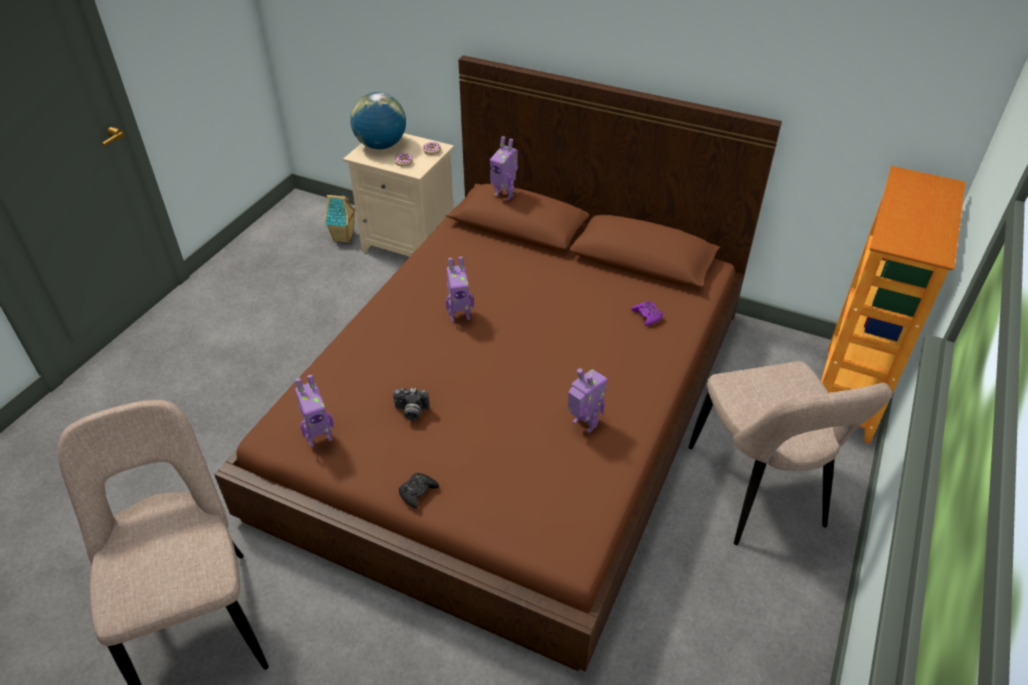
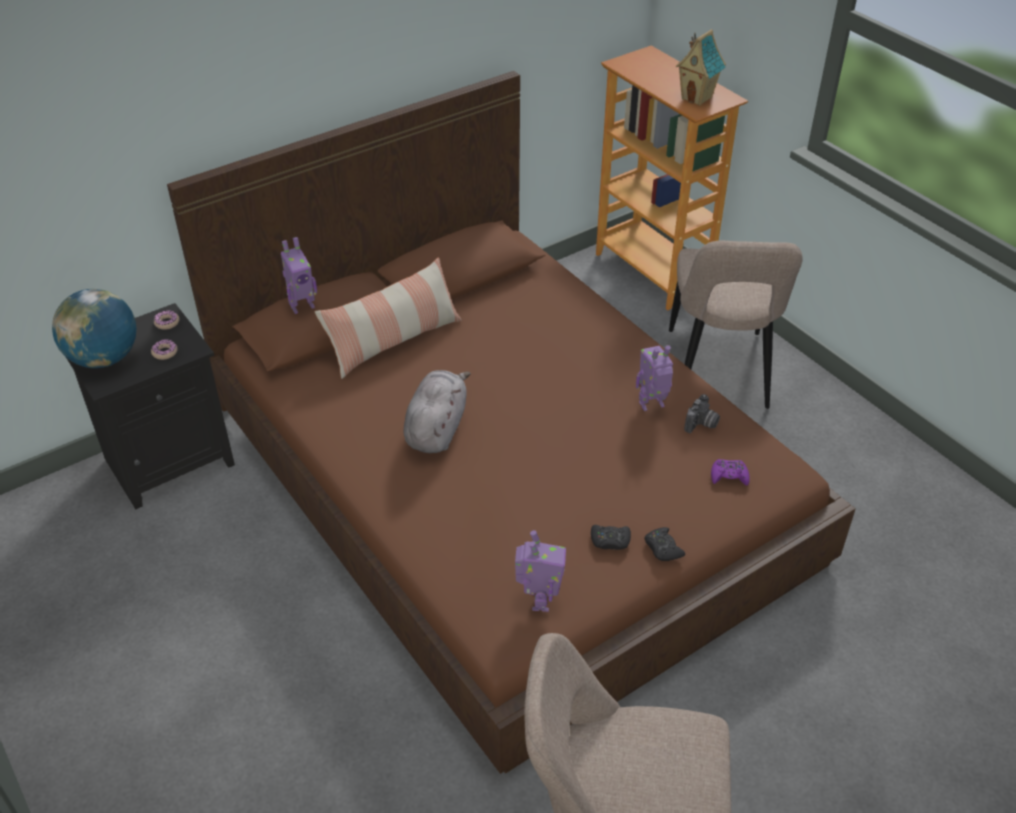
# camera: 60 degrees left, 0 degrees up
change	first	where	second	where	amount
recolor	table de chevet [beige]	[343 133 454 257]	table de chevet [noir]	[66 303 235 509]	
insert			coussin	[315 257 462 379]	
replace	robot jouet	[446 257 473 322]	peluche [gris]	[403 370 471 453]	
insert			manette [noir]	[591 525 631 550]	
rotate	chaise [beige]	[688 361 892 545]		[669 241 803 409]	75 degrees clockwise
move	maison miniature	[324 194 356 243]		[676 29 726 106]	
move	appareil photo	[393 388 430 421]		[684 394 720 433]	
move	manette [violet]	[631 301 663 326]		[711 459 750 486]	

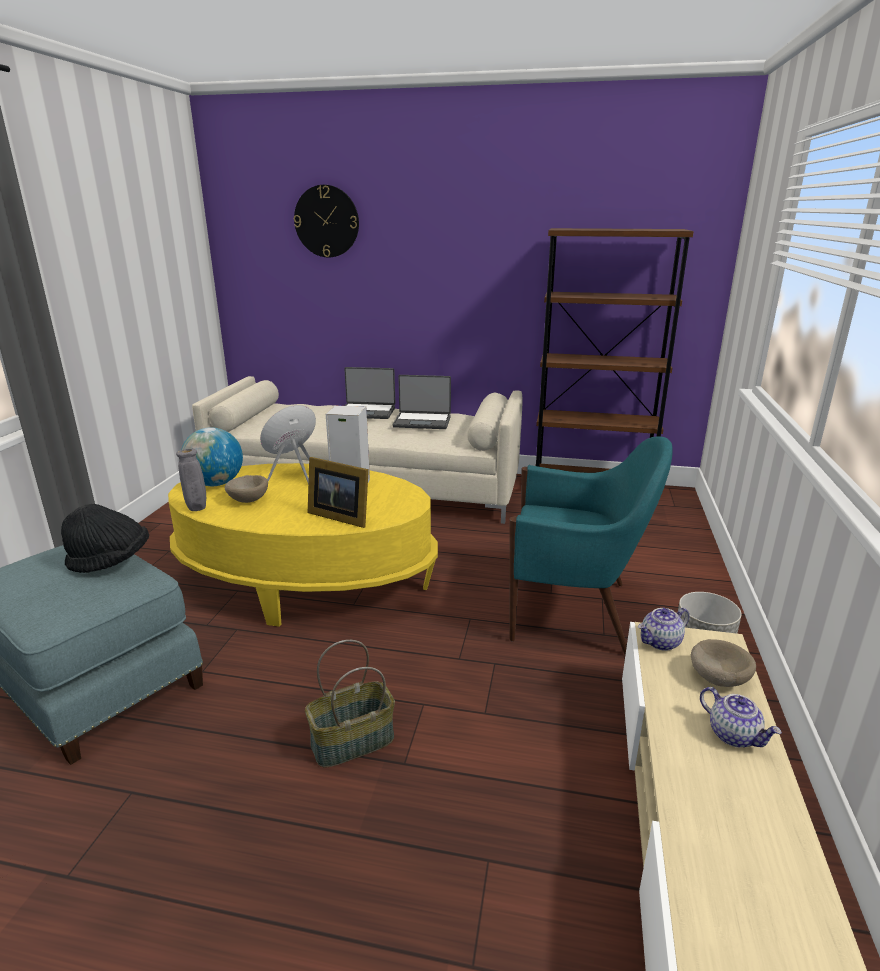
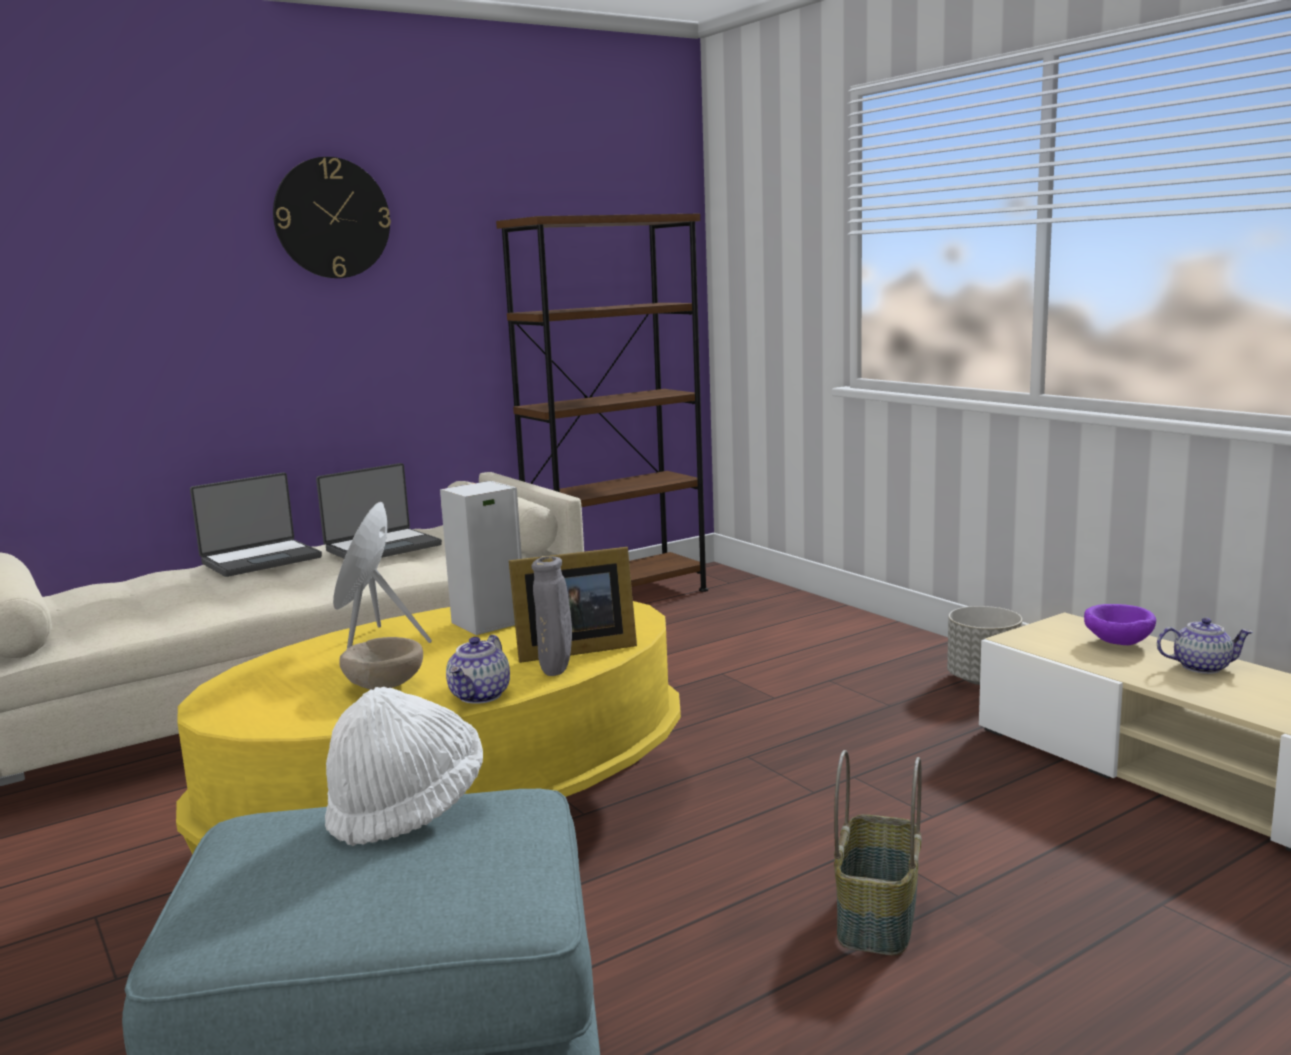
# camera: 45 degrees left, 10 degrees down
change	first	where	second	where	amount
move	horloge murale	[294 185 359 257]		[273 157 391 278]	
recolor	chapeau [noir]	[61 504 149 573]	chapeau [blanc]	[325 687 483 846]	
move	théière	[638 608 689 651]		[446 635 510 704]	
move	vase [gris]	[176 449 206 511]		[531 556 572 676]	
recolor	bol [beige]	[691 639 756 687]	bol [violet]	[1084 604 1156 645]	
delete	globe	[181 427 243 486]			
delete	fauteuil [turquoise]	[509 436 673 655]			

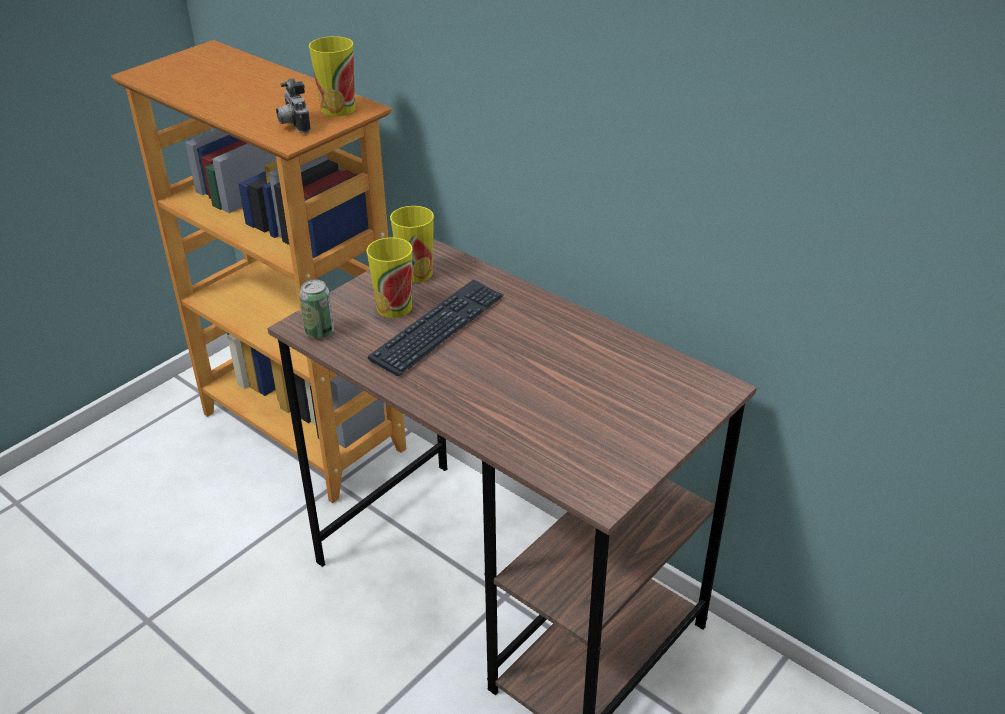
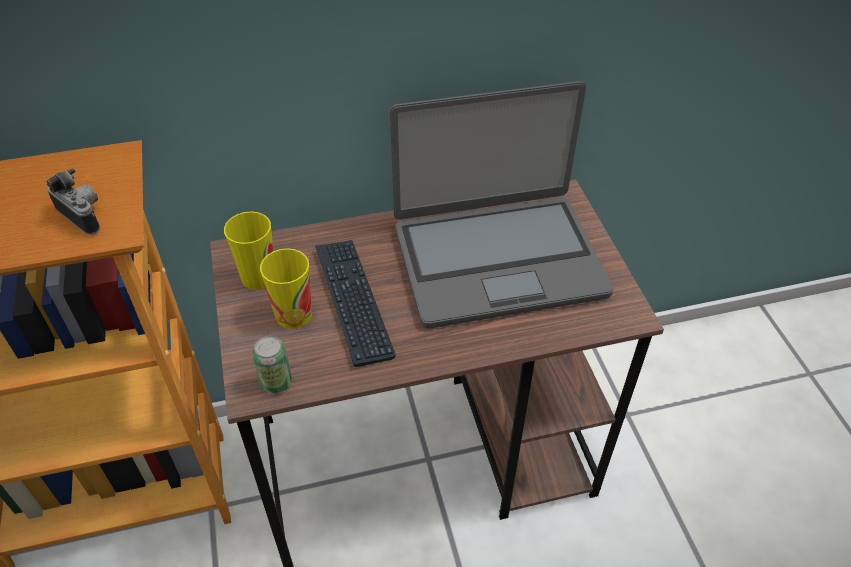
# camera: 55 degrees left, 10 degrees up
change	first	where	second	where	amount
rotate	appareil photo	[276 78 311 133]		[46 168 100 235]	150 degrees counterclockwise
insert			ordinateur portable	[390 81 613 328]	
delete	tasse	[309 36 355 116]			

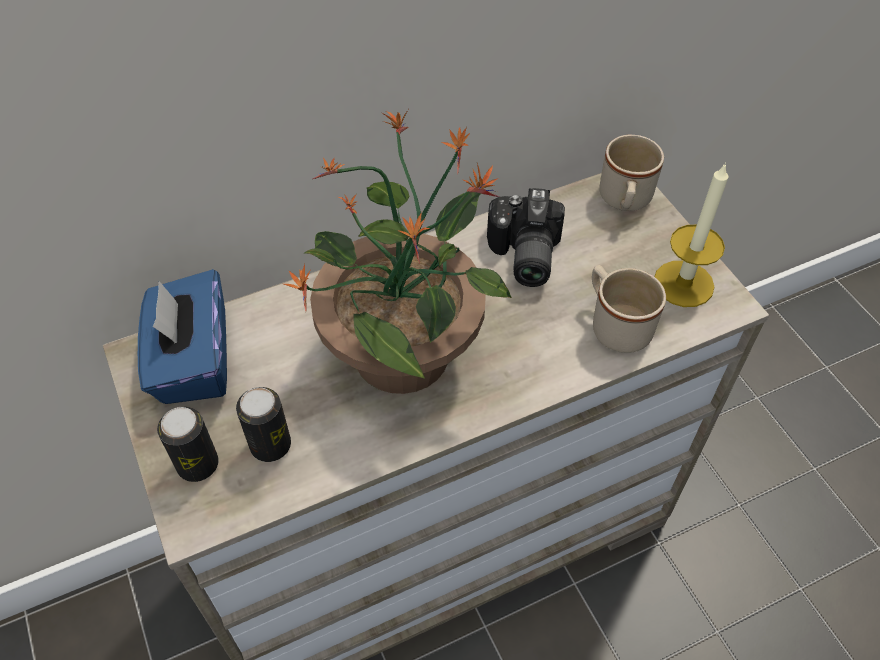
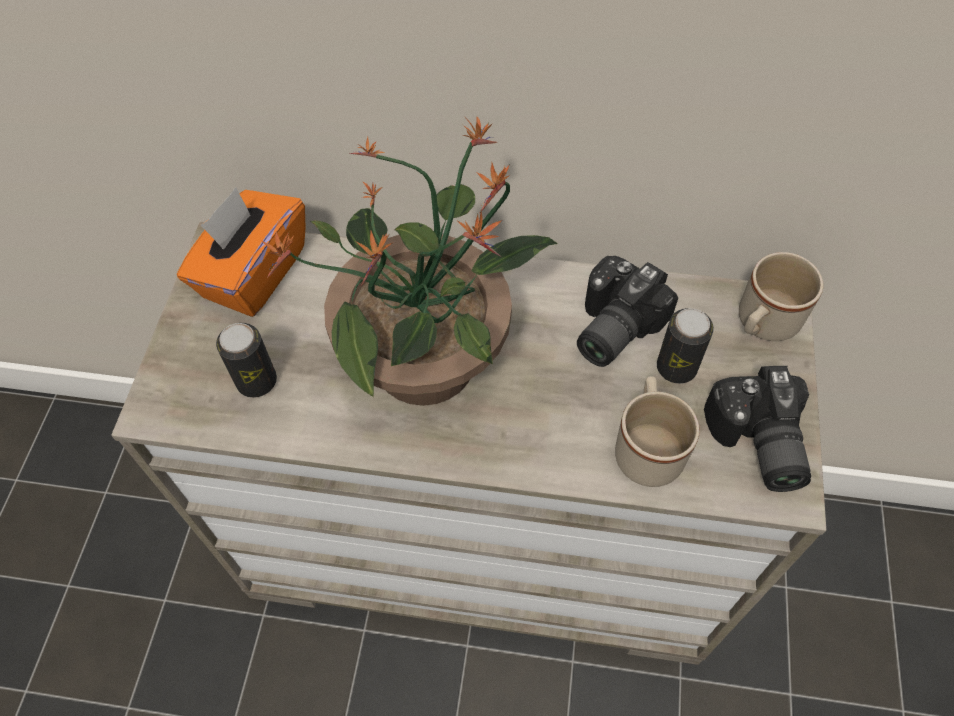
# camera: 35 degrees right, 5 degrees up
change	first	where	second	where	amount
recolor	boîte à mouchoirs [bleu]	[138 269 227 404]	boîte à mouchoirs [orange]	[177 187 306 317]	
move	boîte métallique	[157 406 218 482]		[657 308 714 384]	
replace	bougie	[655 162 729 307]	appareil photo	[704 366 811 492]	

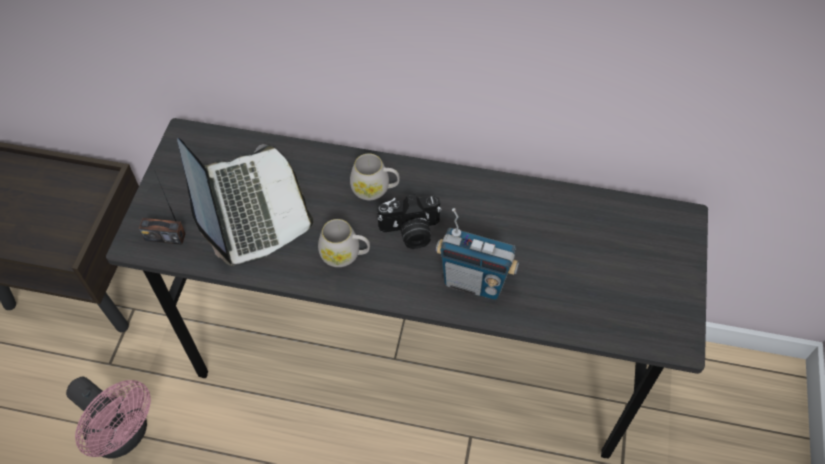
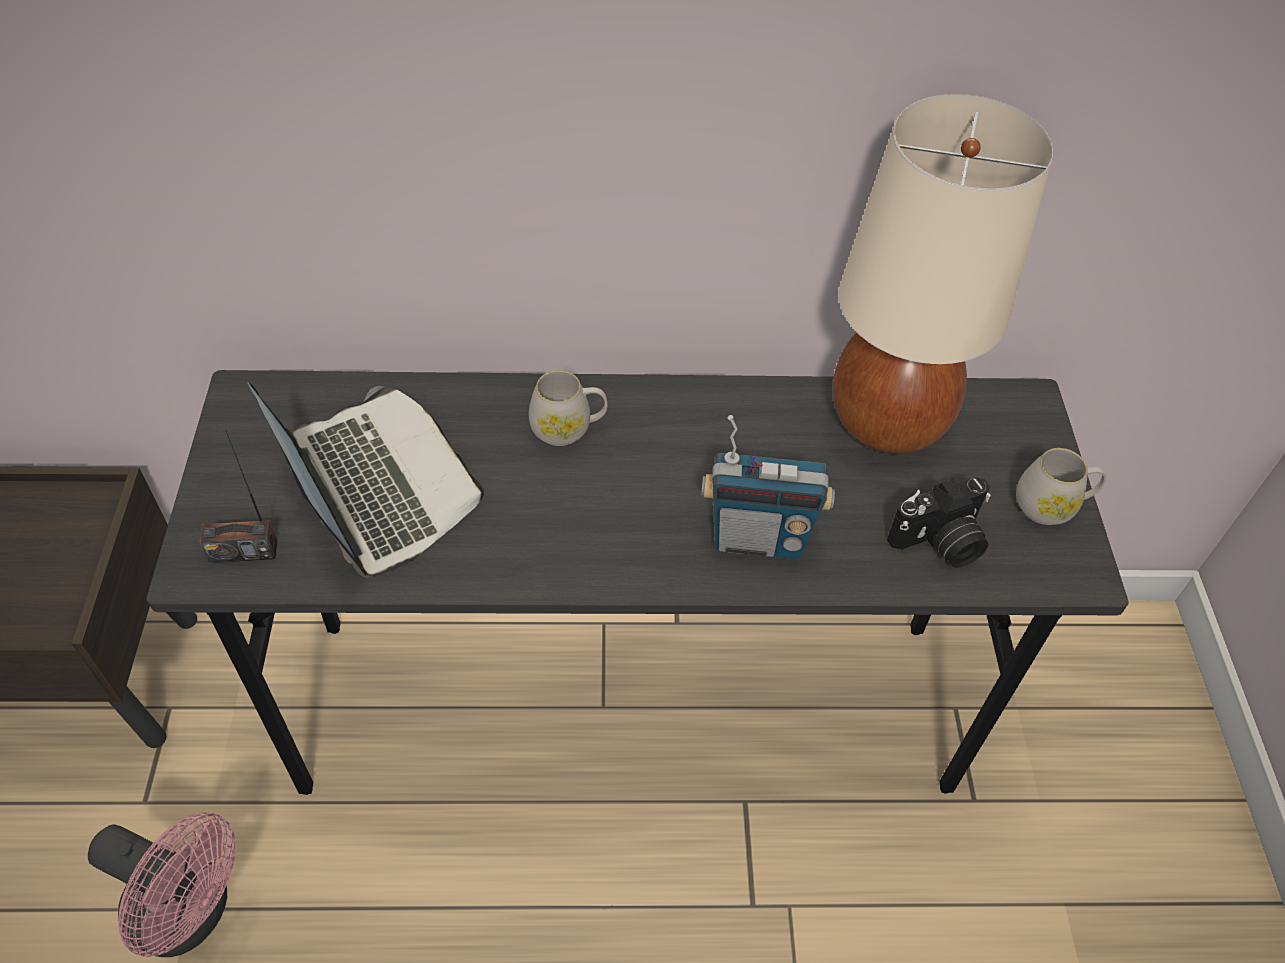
# camera: 15 degrees left, 5 degrees down
change	first	where	second	where	amount
insert			lampe de table [beige]	[833 94 1054 454]	
move	appareil photo	[377 194 441 249]		[887 477 991 568]	
move	mug [blanc]	[318 219 370 267]		[1016 448 1107 525]	

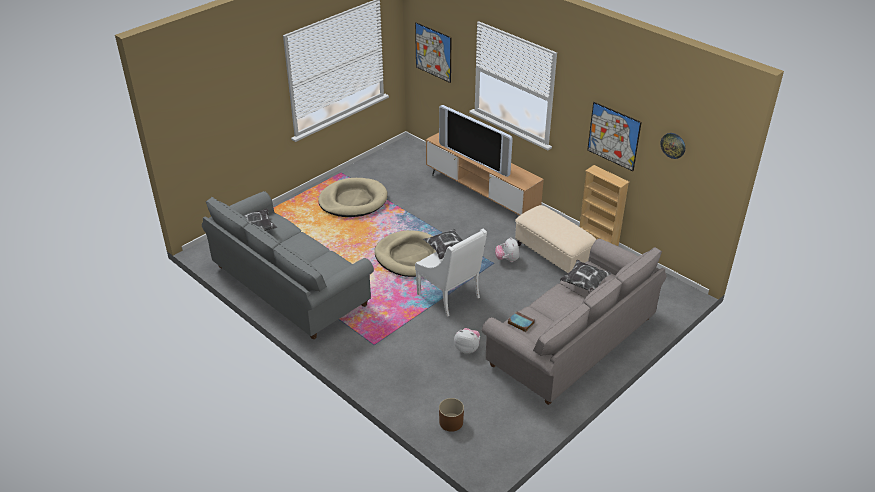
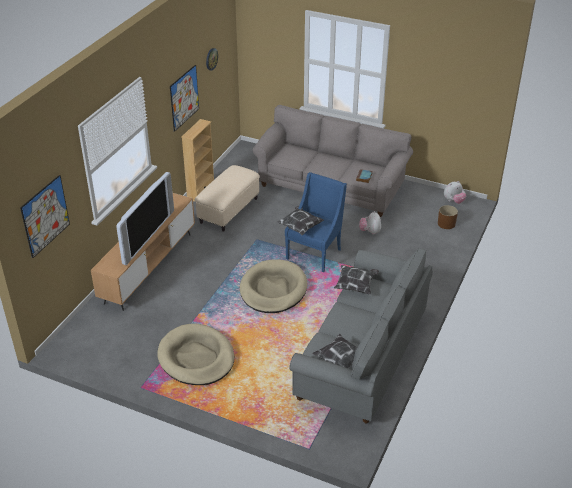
# camera: 110 degrees left, 0 degrees up
change	first	where	second	where	amount
recolor	fauteuil [blanc]	[415 229 487 317]	fauteuil [bleu]	[285 172 347 272]	
move	coussin	[559 260 611 293]		[334 265 379 294]	
move	peluche	[495 237 520 262]		[444 181 466 204]	

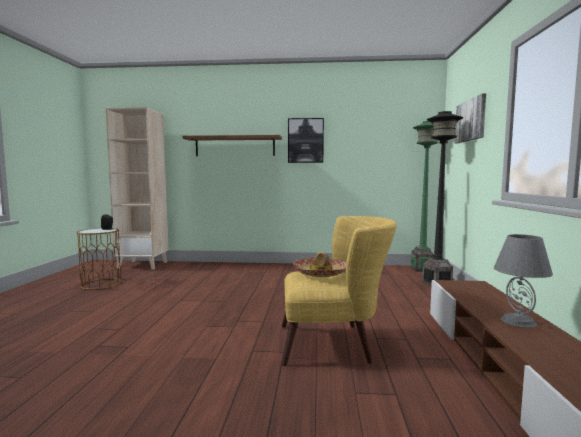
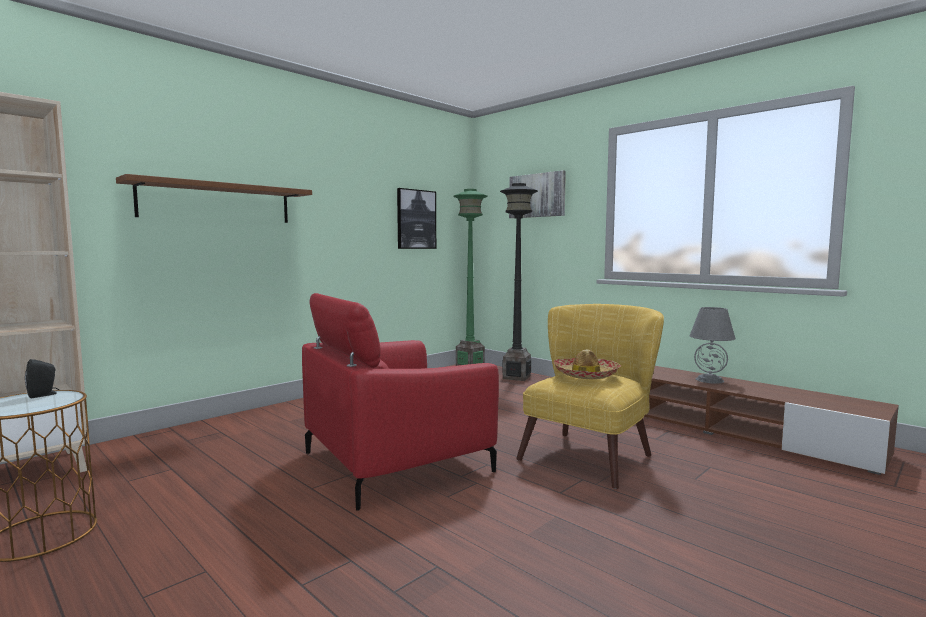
# camera: 50 degrees left, 0 degrees up
change	first	where	second	where	amount
insert			fauteuil [rouge]	[302 293 499 511]	
move	tableau	[288 118 324 163]		[397 188 436 249]	

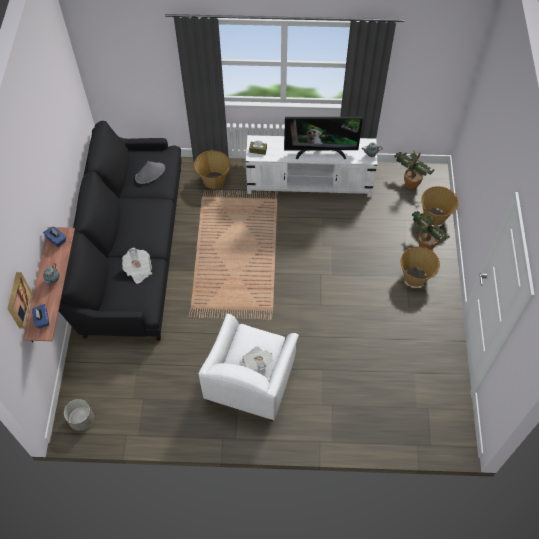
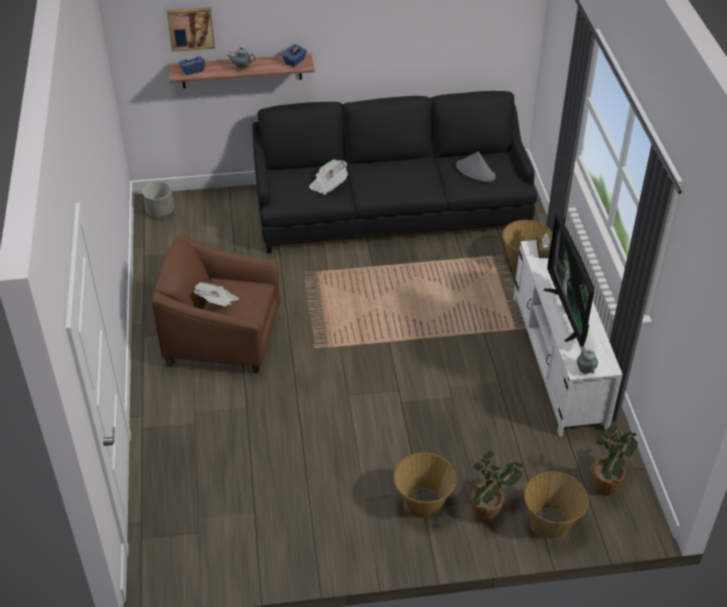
# camera: 80 degrees right, 15 degrees down
change	first	where	second	where	amount
recolor	fauteuil [blanc]	[198 314 299 422]	fauteuil [marron]	[152 235 280 374]	

